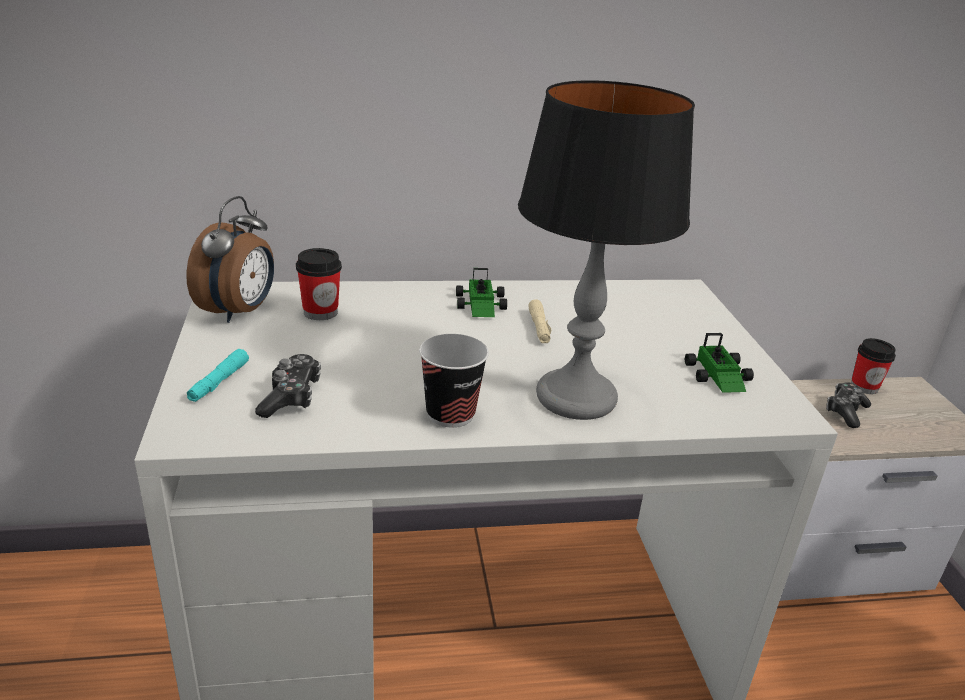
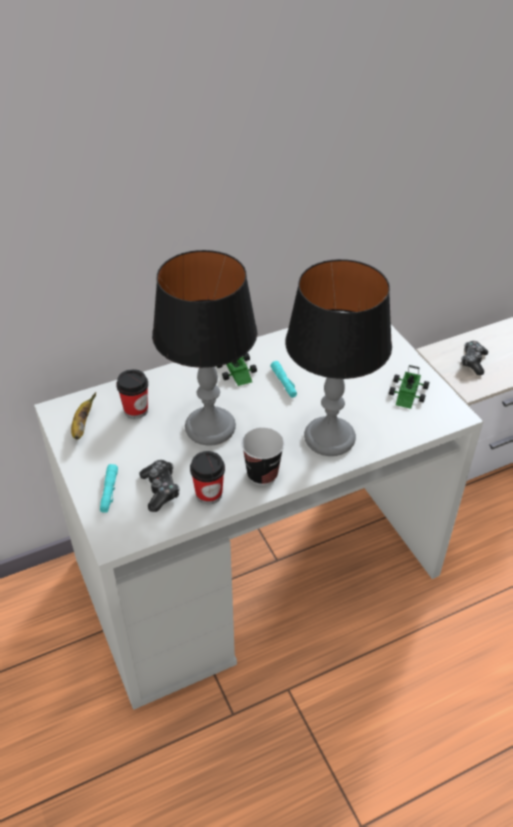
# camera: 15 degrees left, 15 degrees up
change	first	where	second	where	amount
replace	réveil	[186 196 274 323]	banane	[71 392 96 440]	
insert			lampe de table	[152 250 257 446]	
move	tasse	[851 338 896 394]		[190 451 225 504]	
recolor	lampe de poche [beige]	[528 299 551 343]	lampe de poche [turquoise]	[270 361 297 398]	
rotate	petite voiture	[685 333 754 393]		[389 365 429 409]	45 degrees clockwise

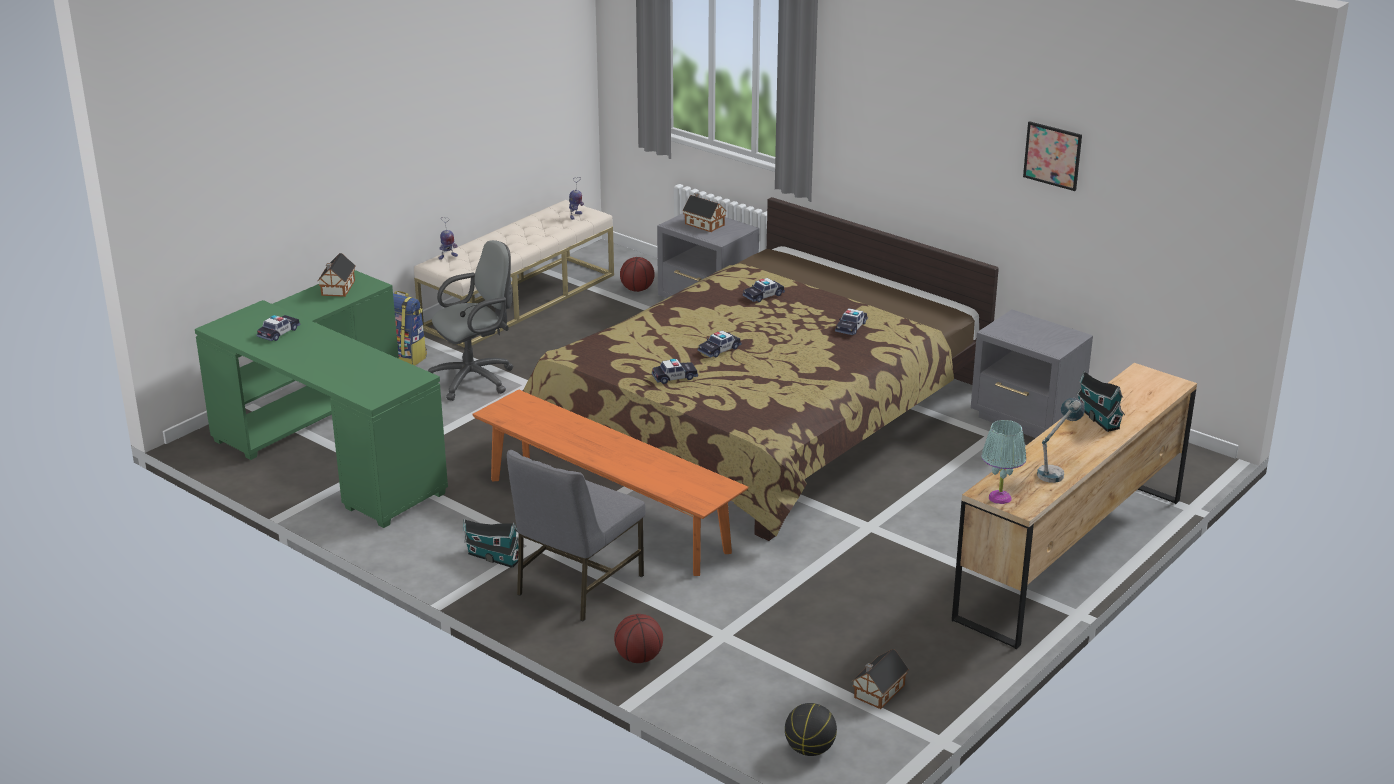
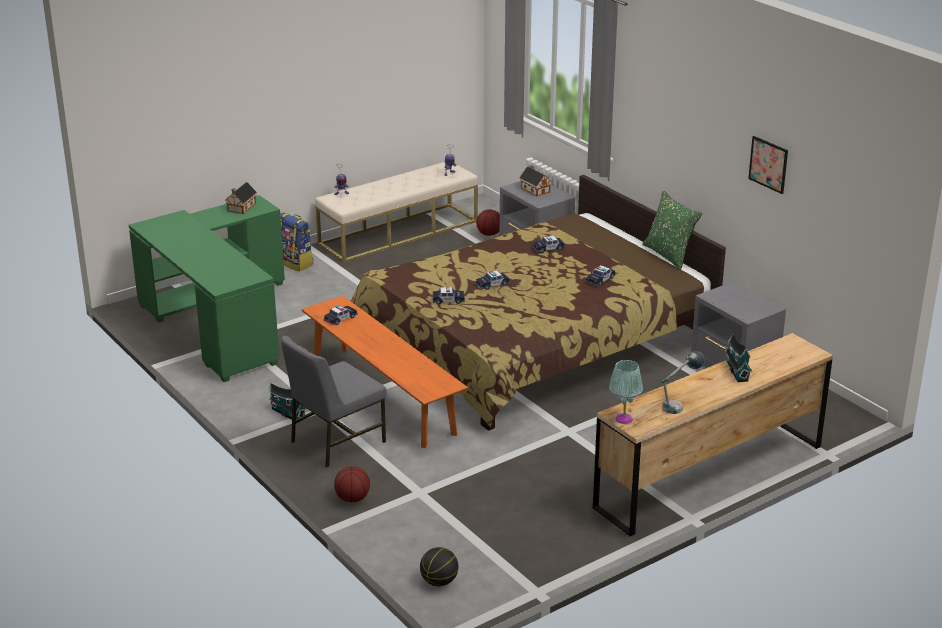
# camera: 15 degrees right, 0 degrees up
change	first	where	second	where	amount
move	petite voiture	[257 315 301 341]		[324 305 358 325]	
insert			coussin [vert]	[642 191 702 271]	
delete	chaise de bureau [gris]	[428 240 513 401]			
delete	maison miniature	[852 649 909 709]			

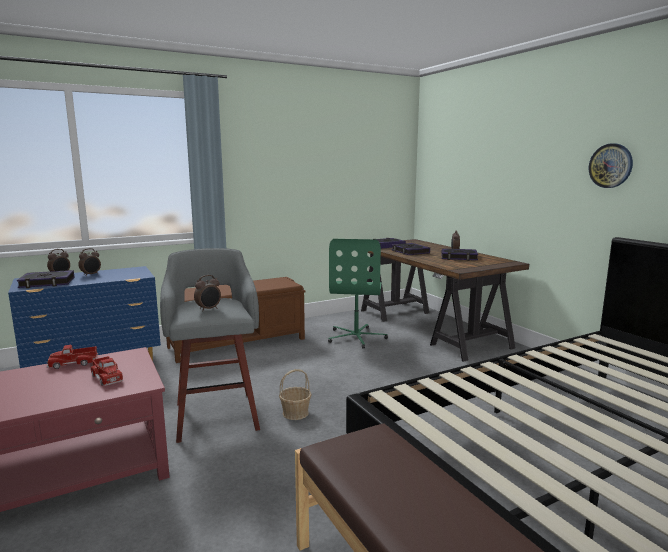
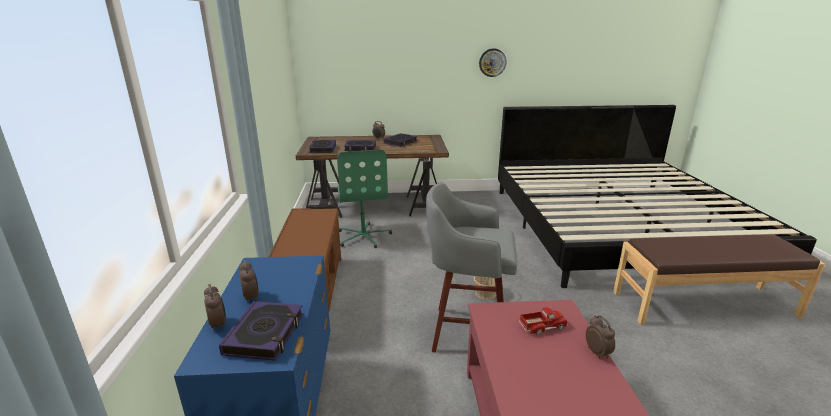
# camera: 65 degrees left, 10 degrees up
change	first	where	second	where	amount
rotate	chaise de bureau [vert]	[328 239 388 348]		[337 150 392 248]	45 degrees clockwise
move	réveil	[194 275 221 312]		[586 315 615 359]	
delete	camion jouet	[47 345 98 369]			

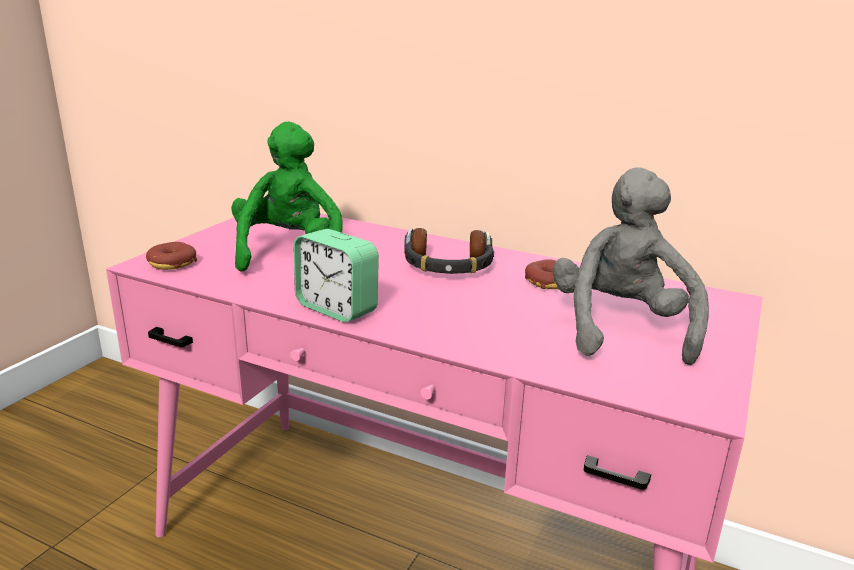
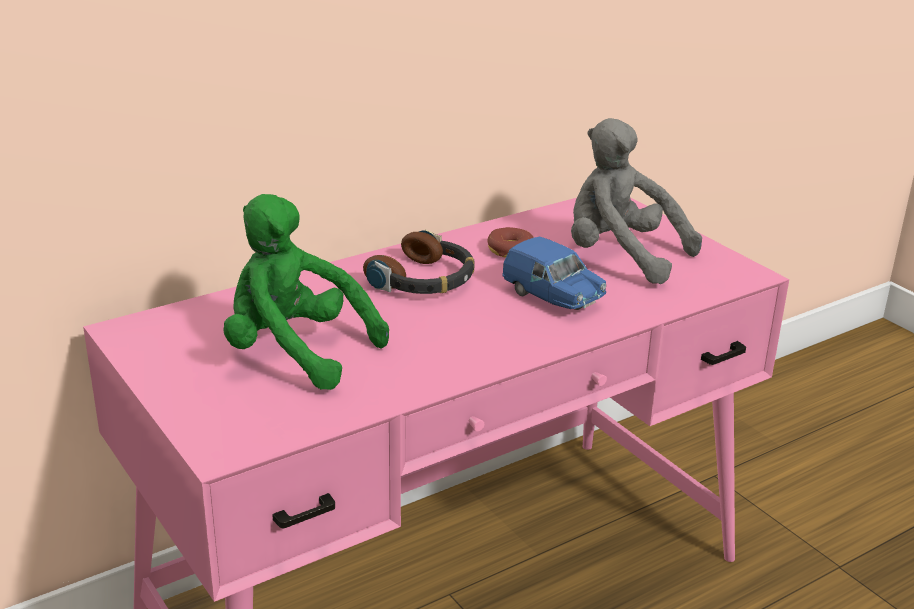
# camera: 60 degrees left, 5 degrees up
change	first	where	second	where	amount
insert			petite voiture [bleu]	[503 237 606 310]	
delete	beignet	[146 242 197 270]			
delete	réveil	[294 229 379 322]			

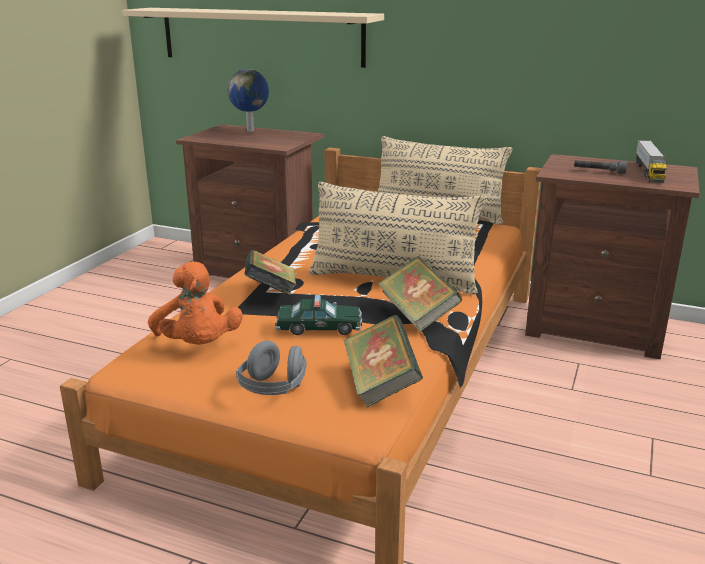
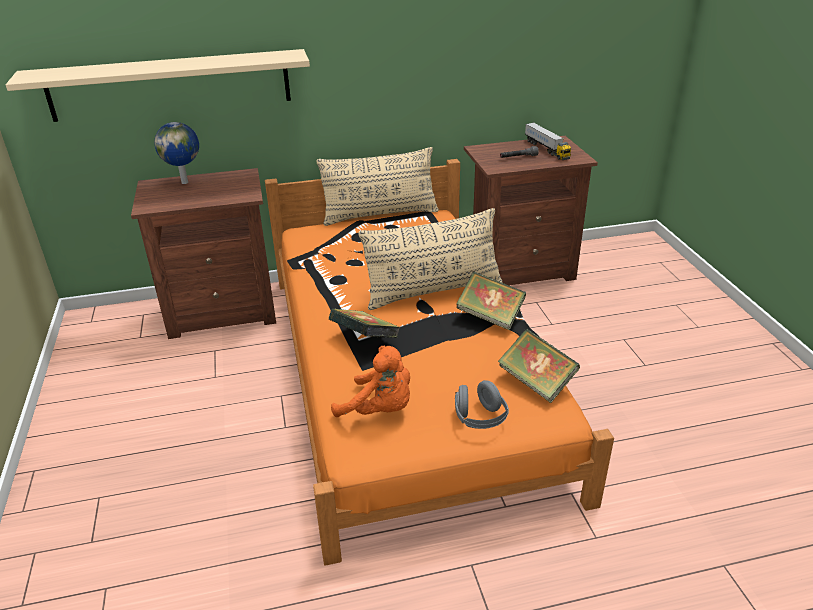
# camera: 35 degrees left, 10 degrees up
change	first	where	second	where	amount
delete	petite voiture	[275 295 362 335]			

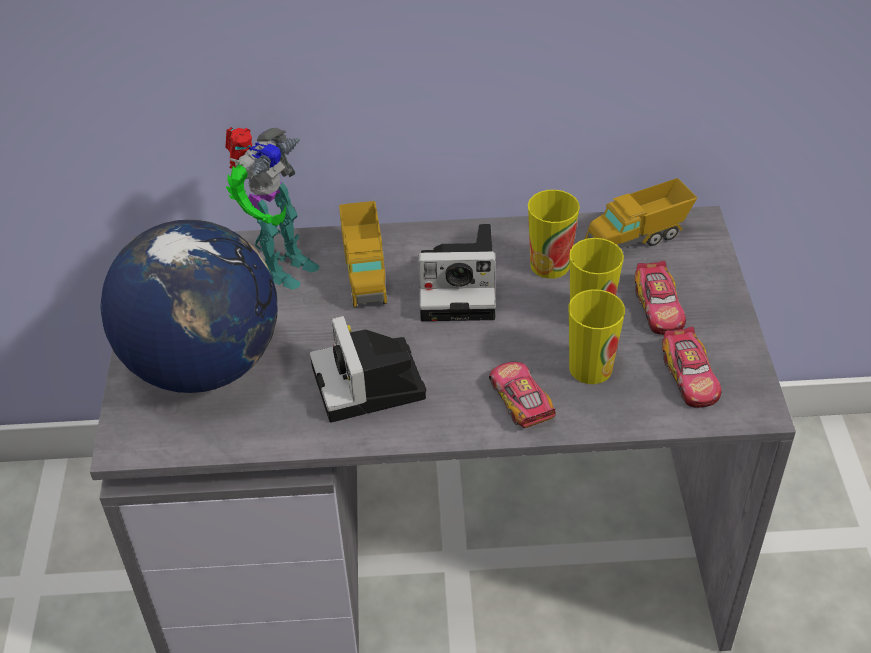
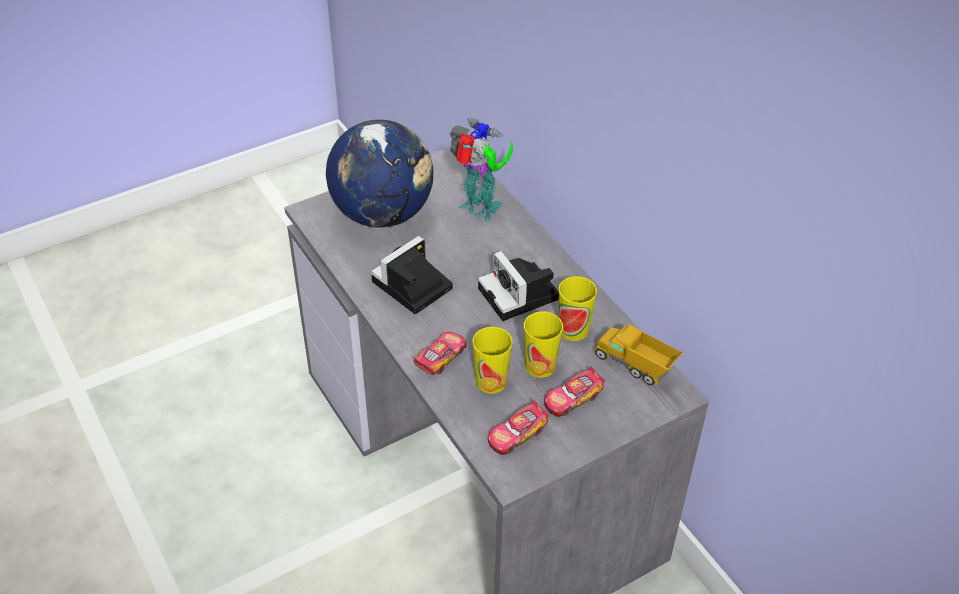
# camera: 60 degrees right, 0 degrees up
change	first	where	second	where	amount
rotate	robot jouet	[225 127 319 290]		[449 118 513 222]	150 degrees counterclockwise
delete	camion jouet	[339 201 387 307]			

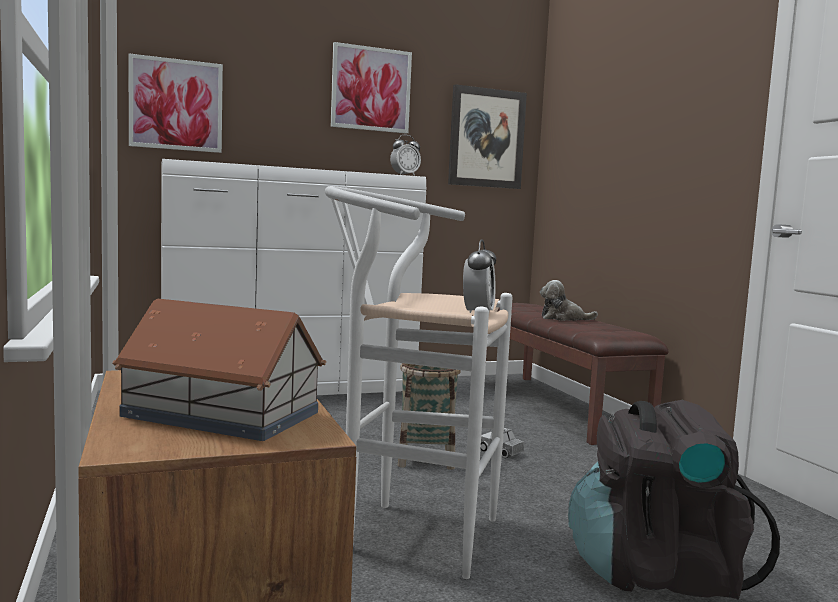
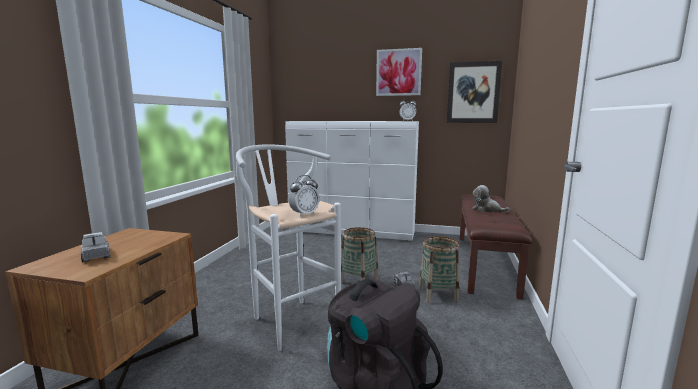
# camera: 35 degrees right, 5 degrees up
change	first	where	second	where	amount
replace	maison miniature	[112 298 326 441]	camion jouet	[81 232 111 262]	
insert			panier	[419 236 459 303]	
delete	tableau	[129 54 223 153]			

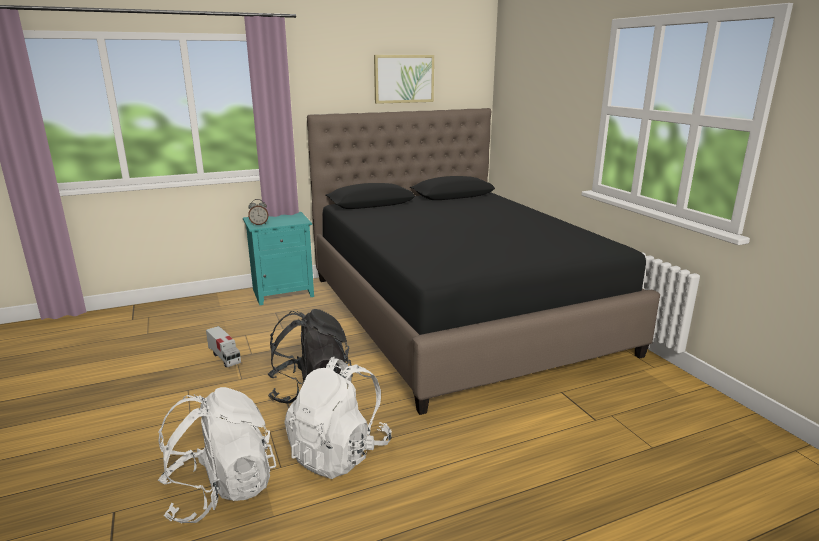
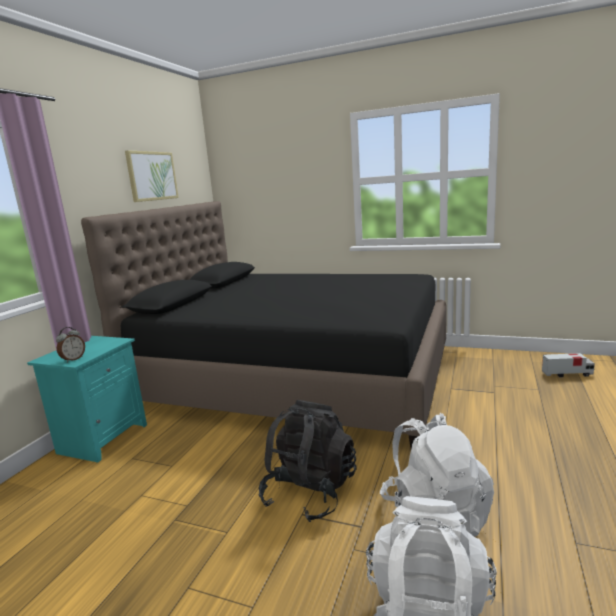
# camera: 45 degrees left, 5 degrees down
change	first	where	second	where	amount
move	camion jouet	[206 326 241 367]		[542 353 595 377]	

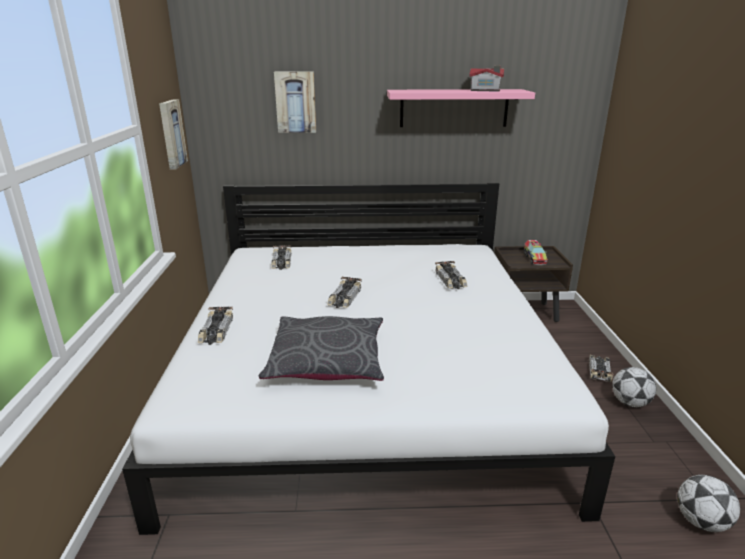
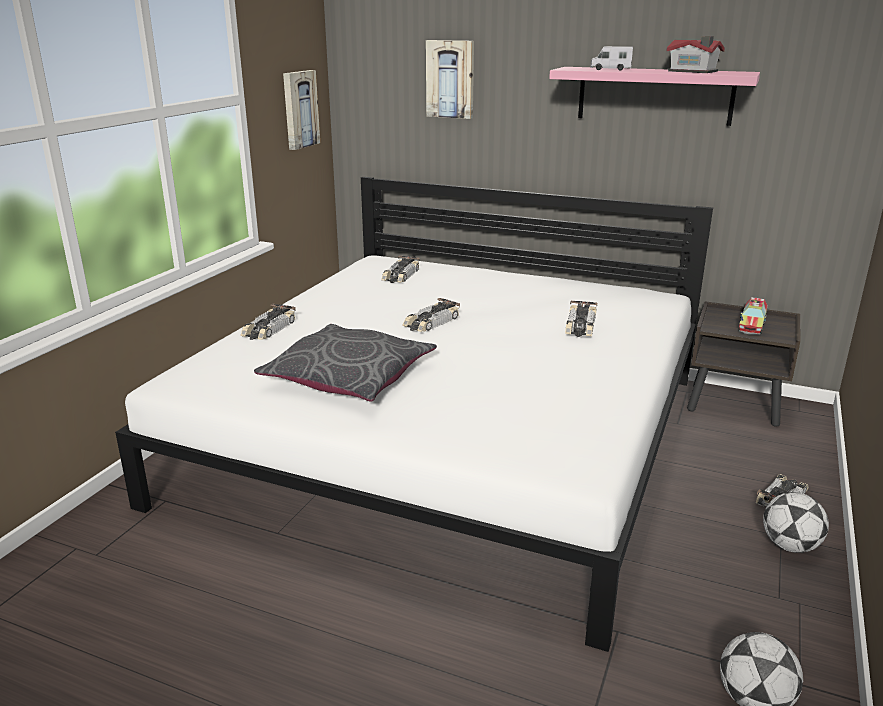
# camera: 25 degrees right, 0 degrees up
change	first	where	second	where	amount
insert			camion jouet	[590 46 633 71]	

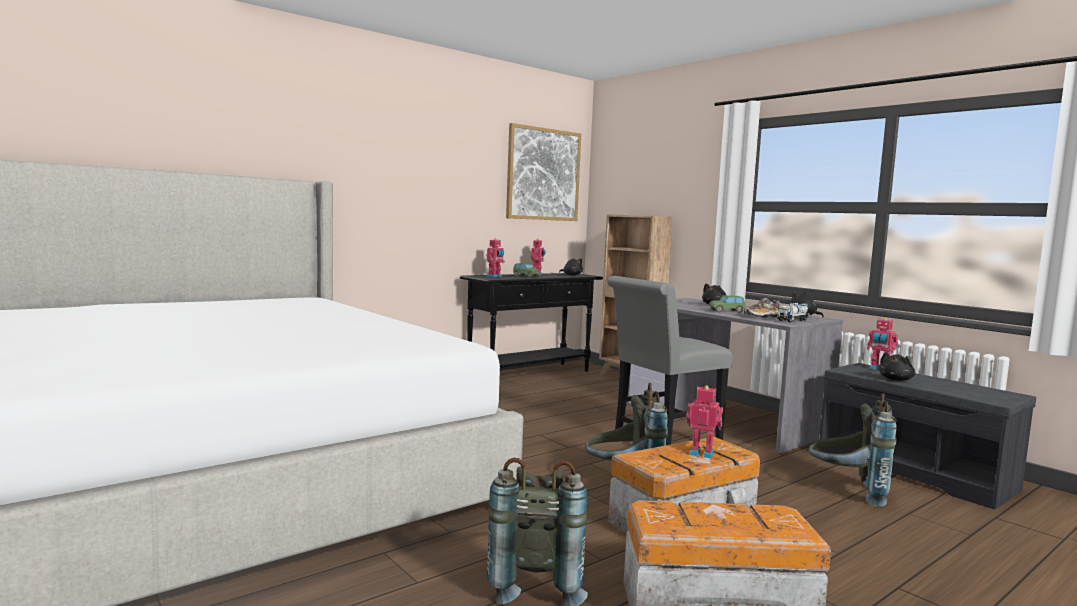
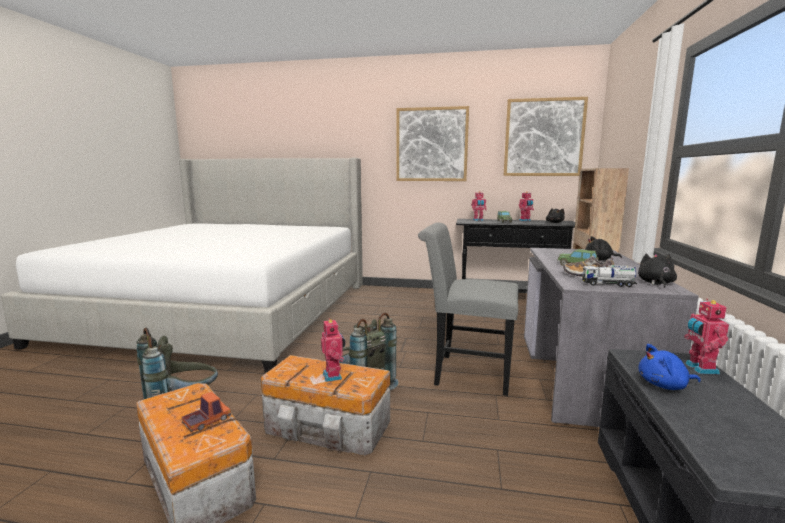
# camera: 50 degrees right, 5 degrees up
change	first	where	second	where	amount
insert			camion jouet	[182 391 231 432]	
insert			tableau	[396 106 469 181]	
recolor	peluche [noir]	[879 352 915 381]	peluche [bleu]	[638 344 701 390]	
delete	sac à dos [gris]	[808 393 897 507]			

